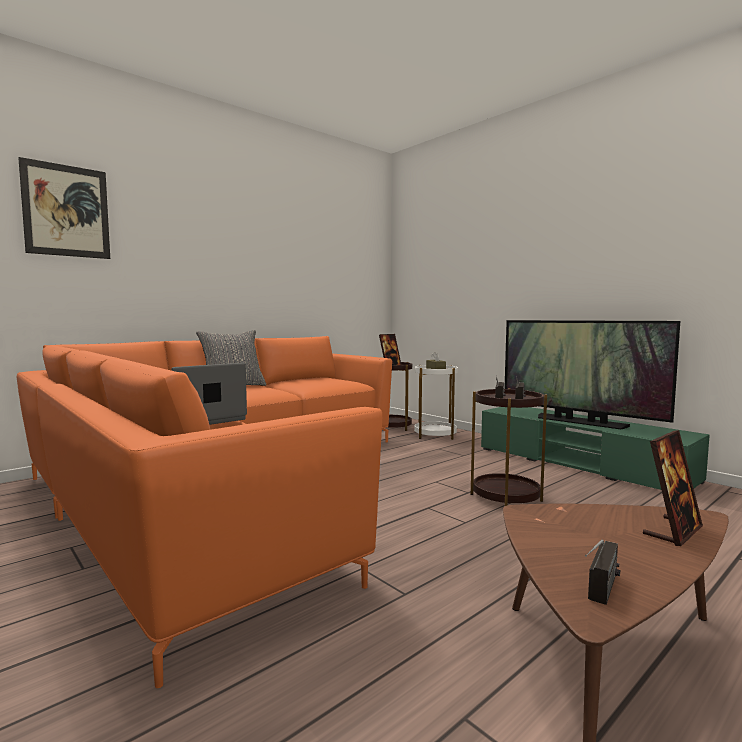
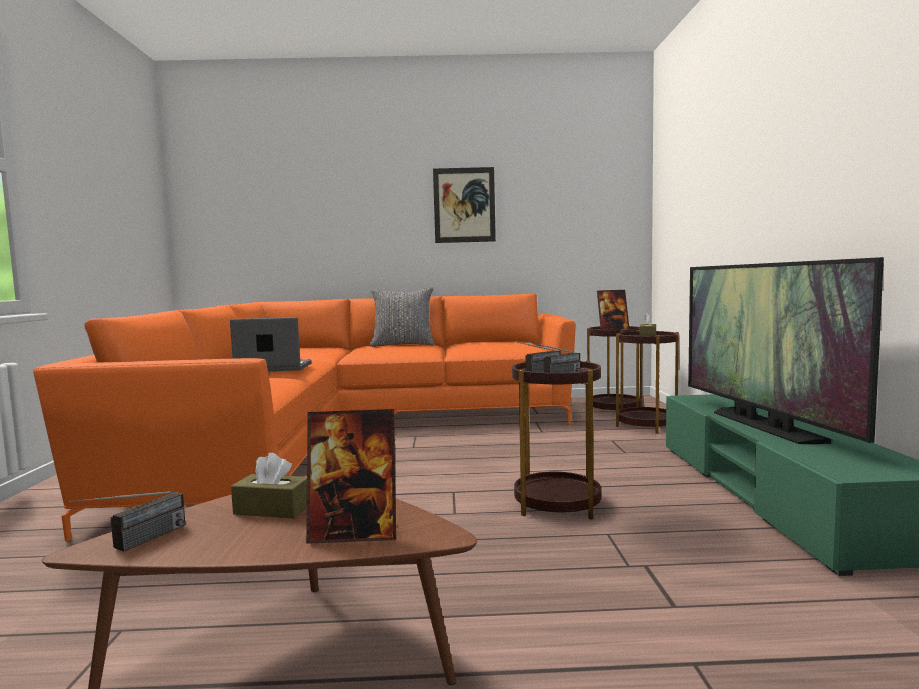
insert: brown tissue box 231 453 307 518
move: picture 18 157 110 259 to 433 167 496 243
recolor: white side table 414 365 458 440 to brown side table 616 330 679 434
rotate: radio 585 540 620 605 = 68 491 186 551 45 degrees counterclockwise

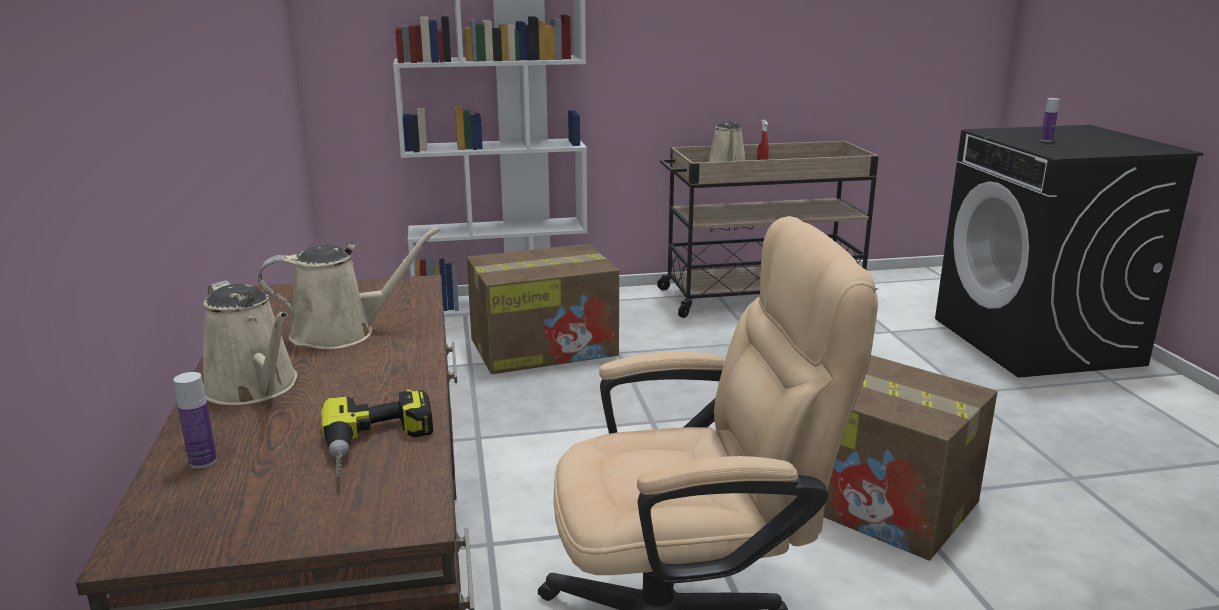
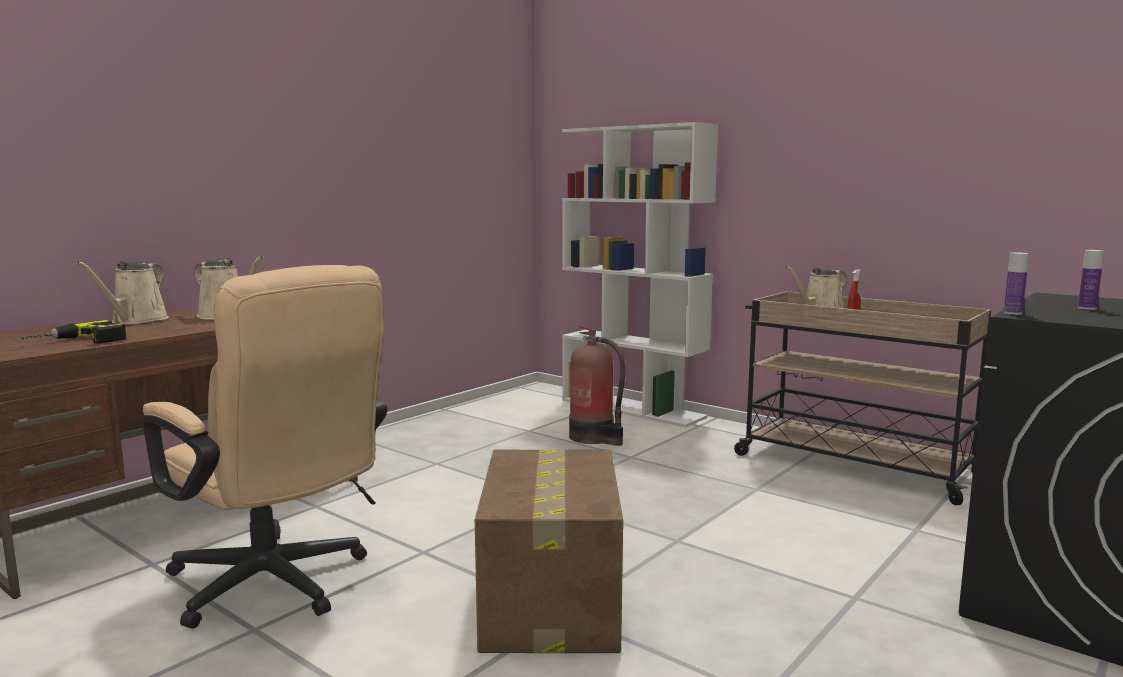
move: bottle 174 372 217 469 to 1003 252 1029 315
replace: cardboard box 467 244 619 374 to fire extinguisher 569 325 626 446

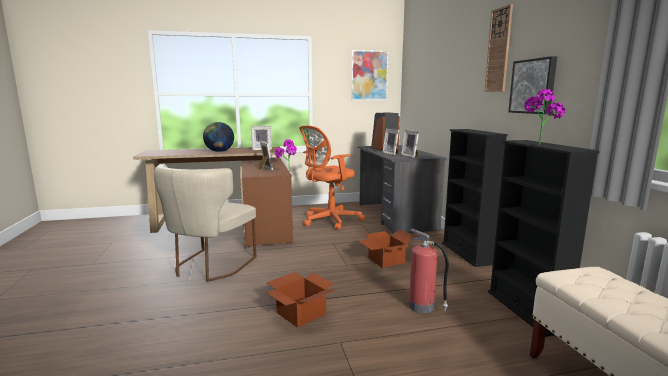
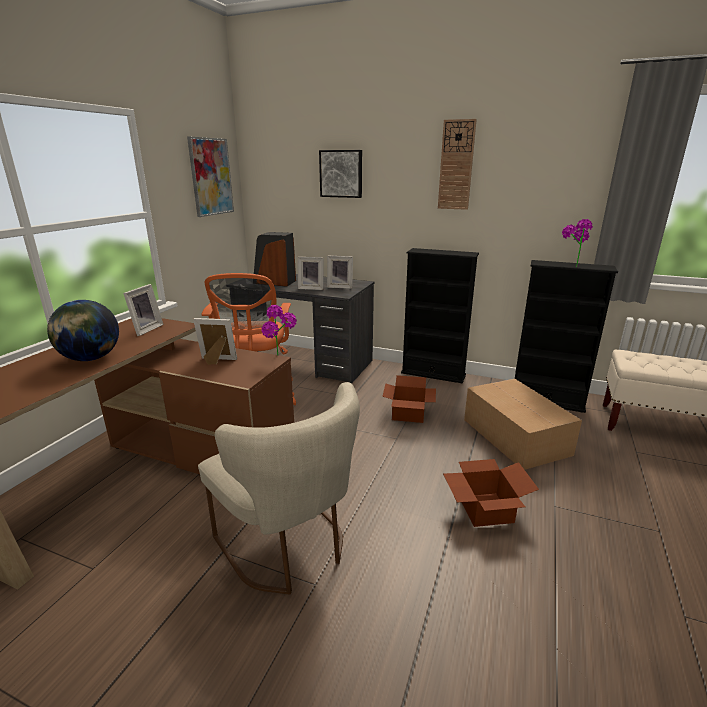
move: picture 508 56 557 114 to 319 150 362 198
replace: fire extinguisher 409 228 449 313 to cardboard box 464 379 582 470

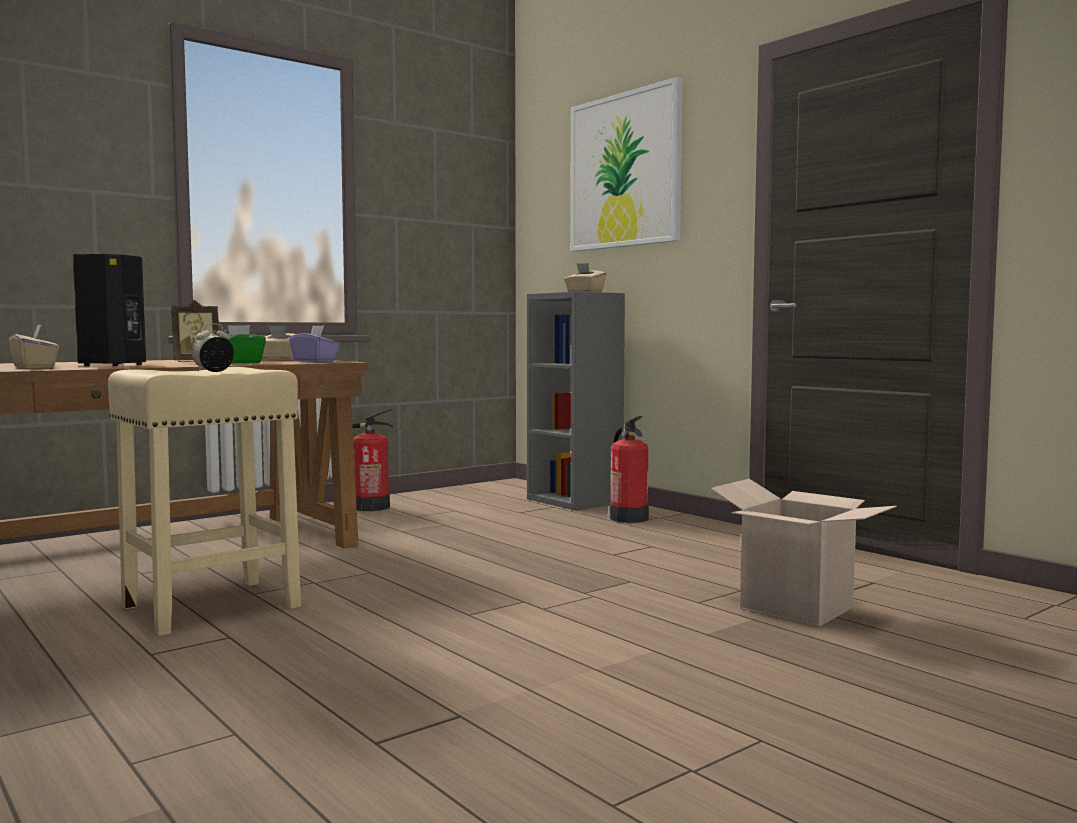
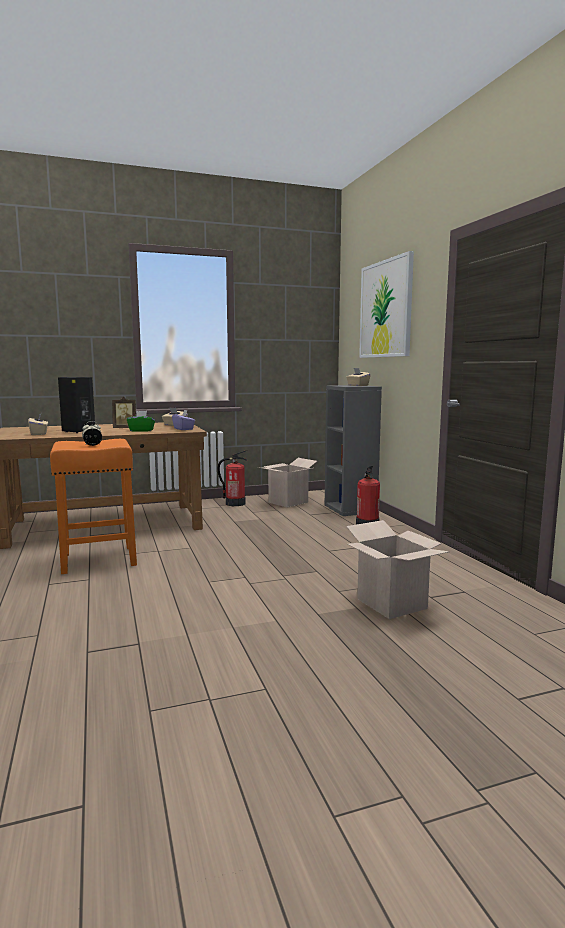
insert: cardboard box 258 458 317 508
recolor: beige stool 108 367 301 636 to orange stool 50 439 137 574

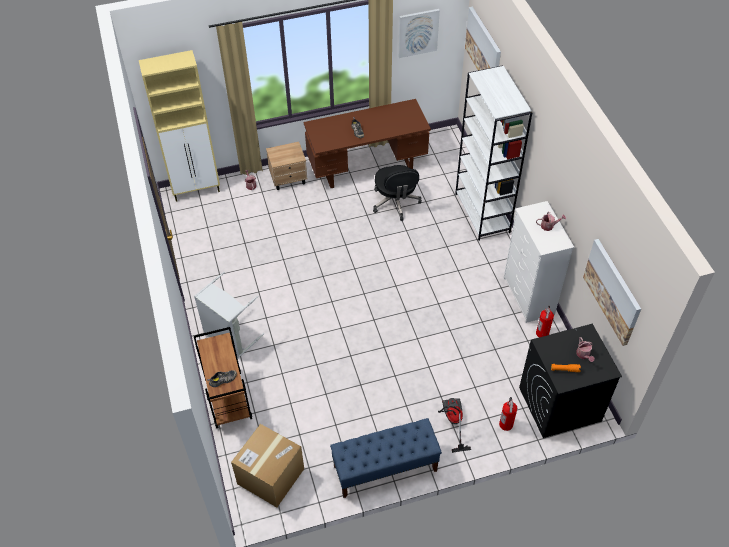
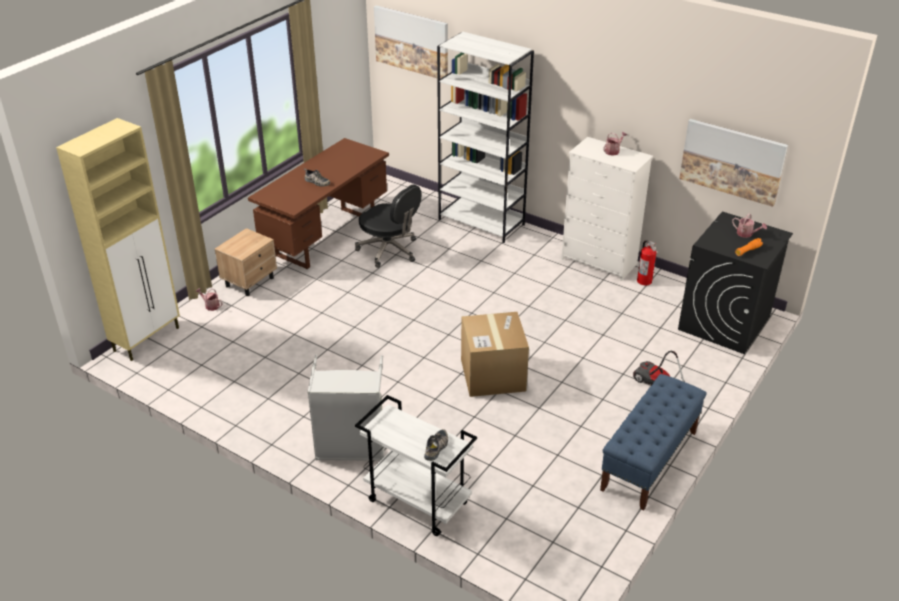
delete: picture 398 9 440 58; fire extinguisher 499 397 517 431
move: cardboard box 231 424 304 507 to 461 312 529 397
recolor: brown cart 194 327 252 428 to white cart 355 395 477 536

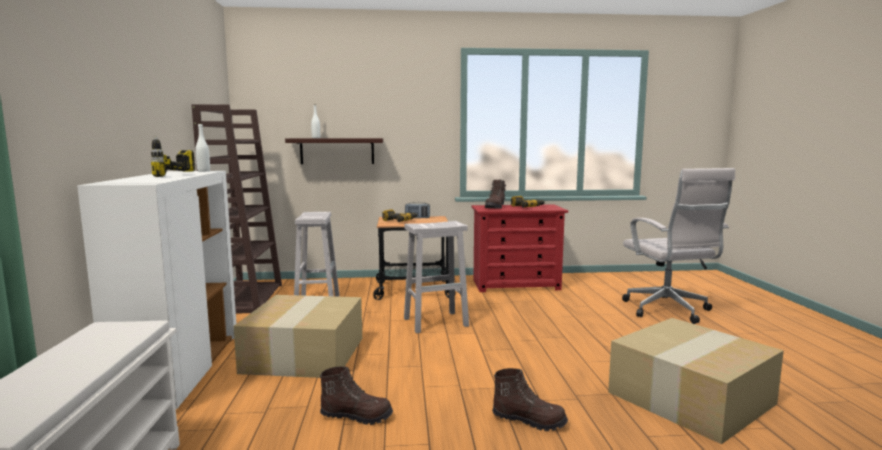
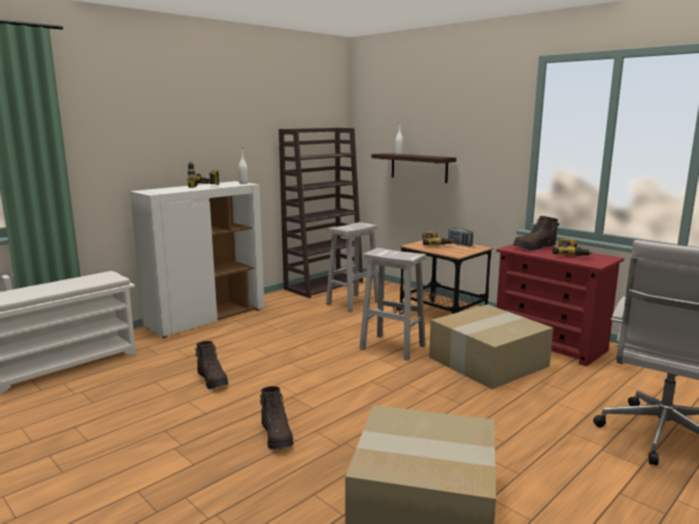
move: cardboard box 233 295 362 378 to 429 304 553 389

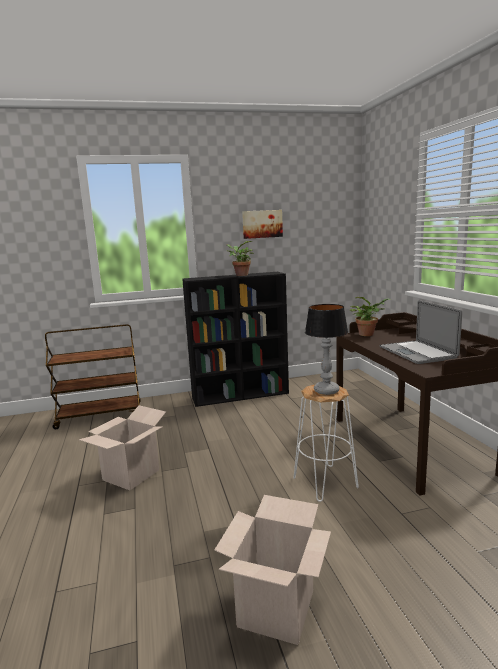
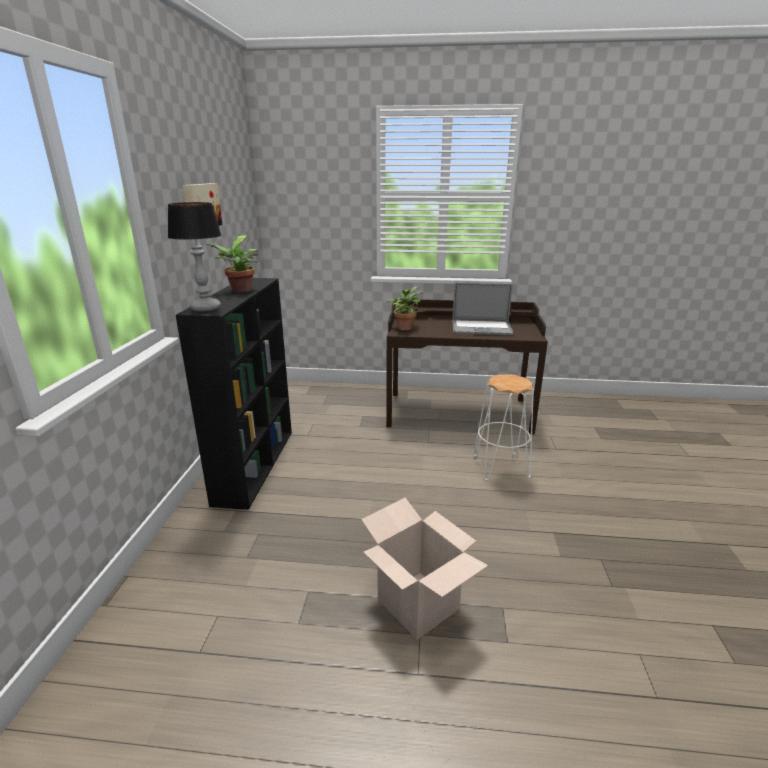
delete: brown cart 45 324 140 429; cardboard box 214 495 331 645
move: table lamp 305 304 348 395 to 168 202 222 312

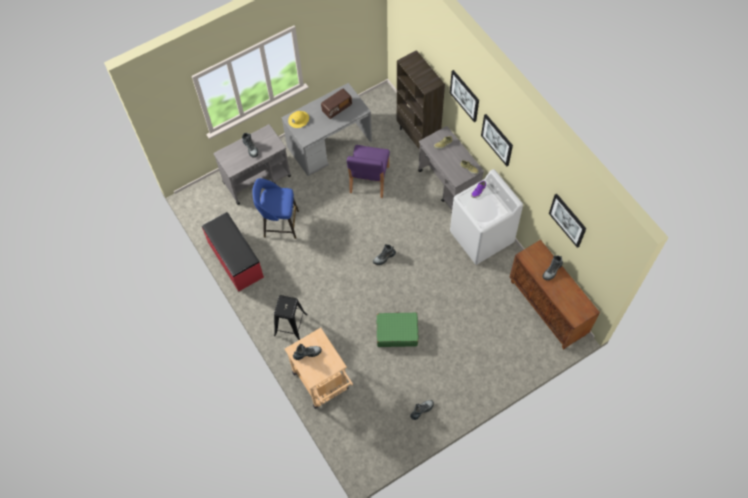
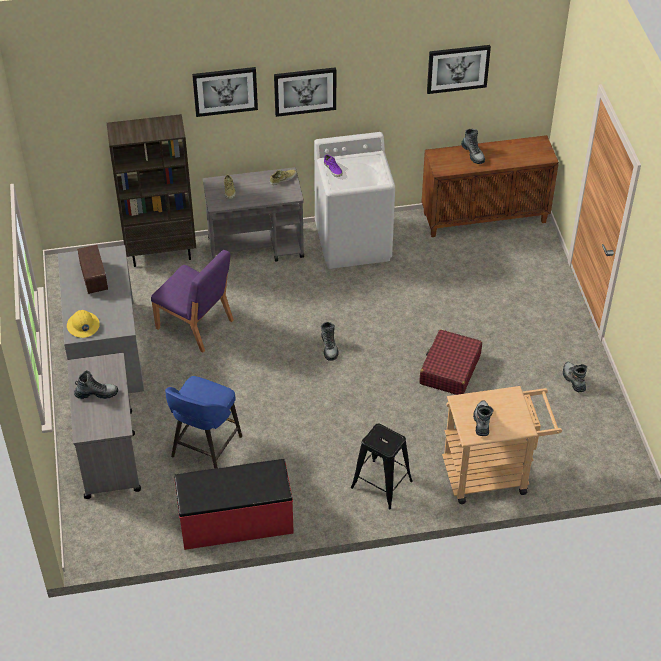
recolor: green suitcase 377 312 418 347 to red suitcase 419 329 482 395

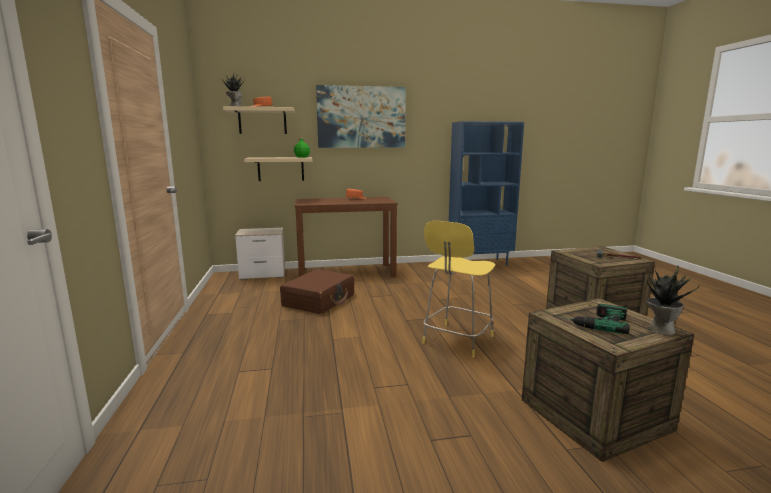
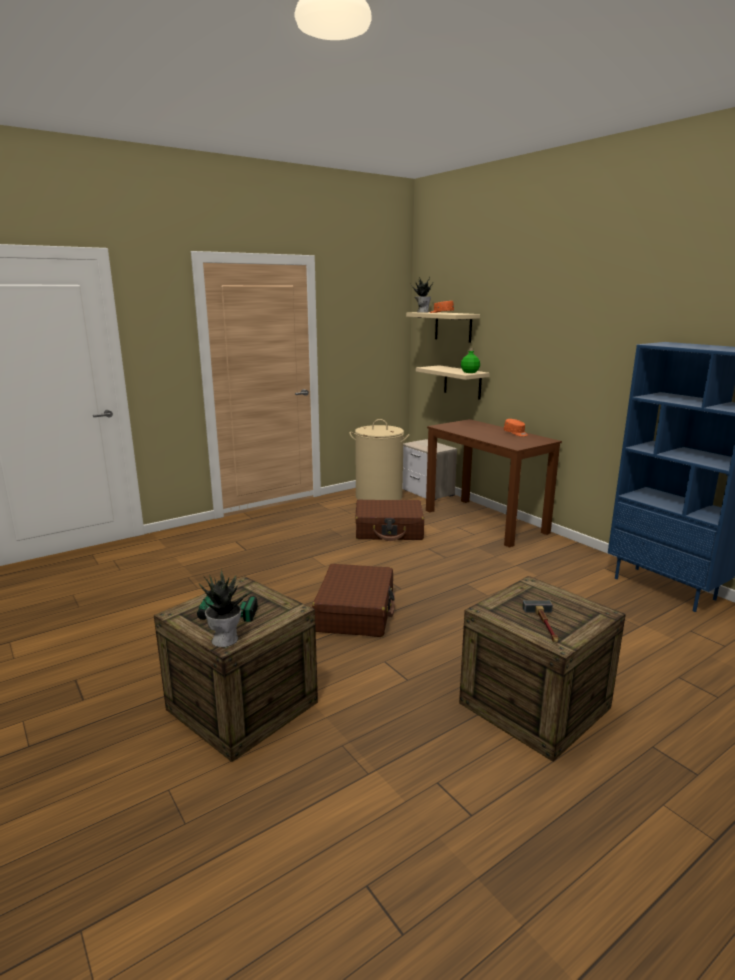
delete: picture 316 85 406 148
insert: beige laundry basket 349 419 409 500
replace: yellow stool 422 221 495 358 to brown suitcase 312 564 395 637

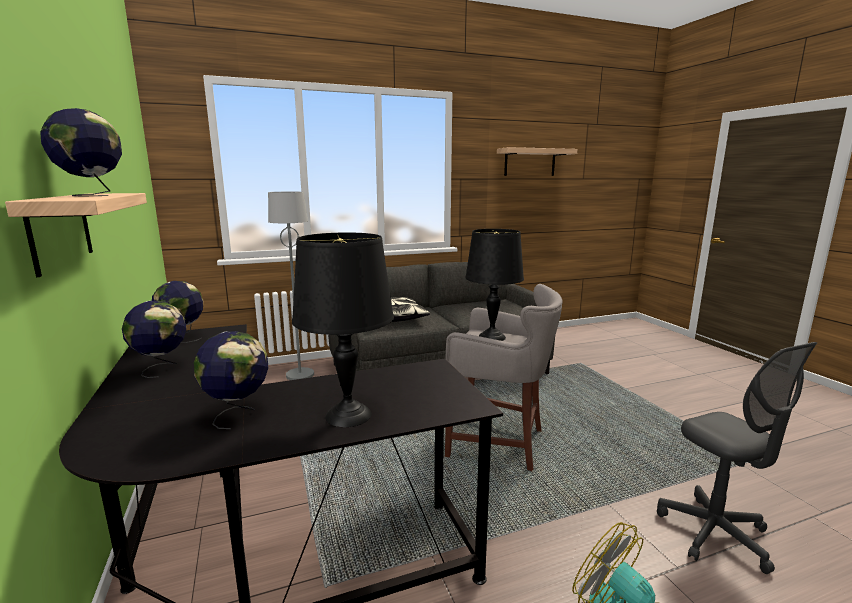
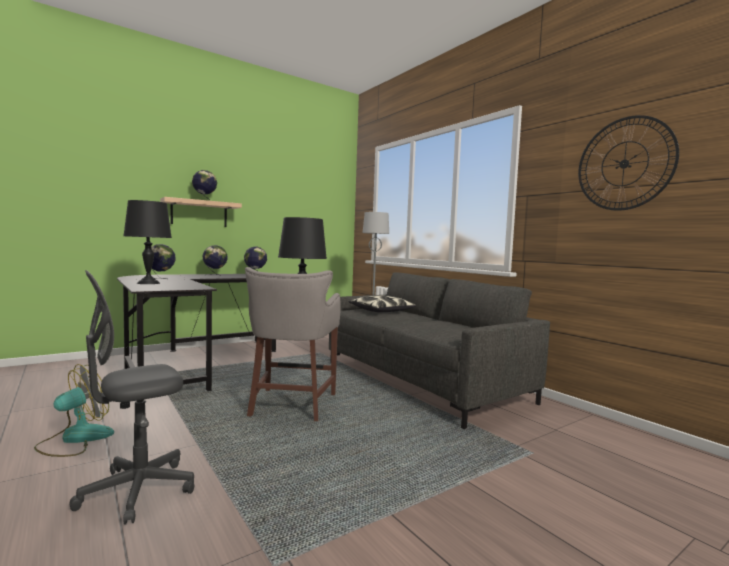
replace: shelf 497 147 577 176 to wall clock 578 115 679 211

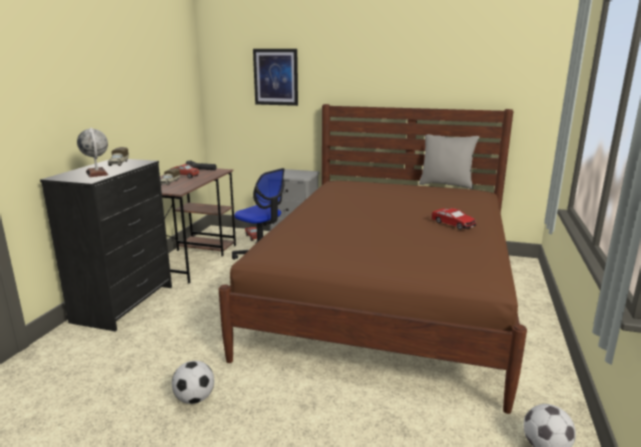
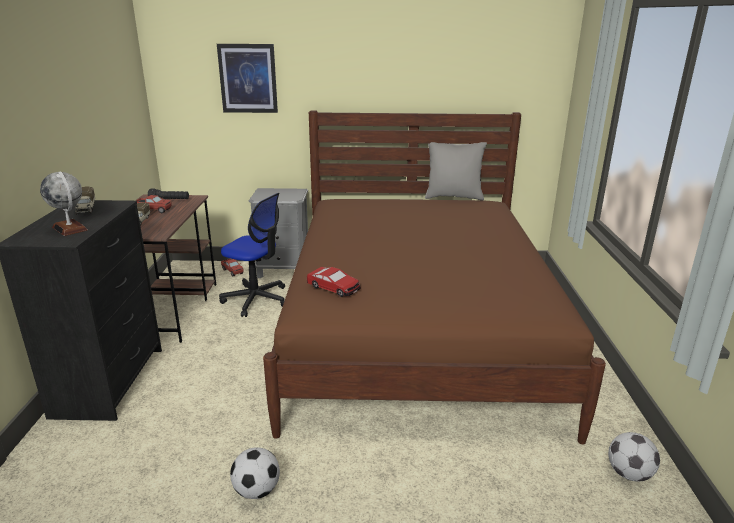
move: toy car 431 208 476 230 to 307 267 361 297

